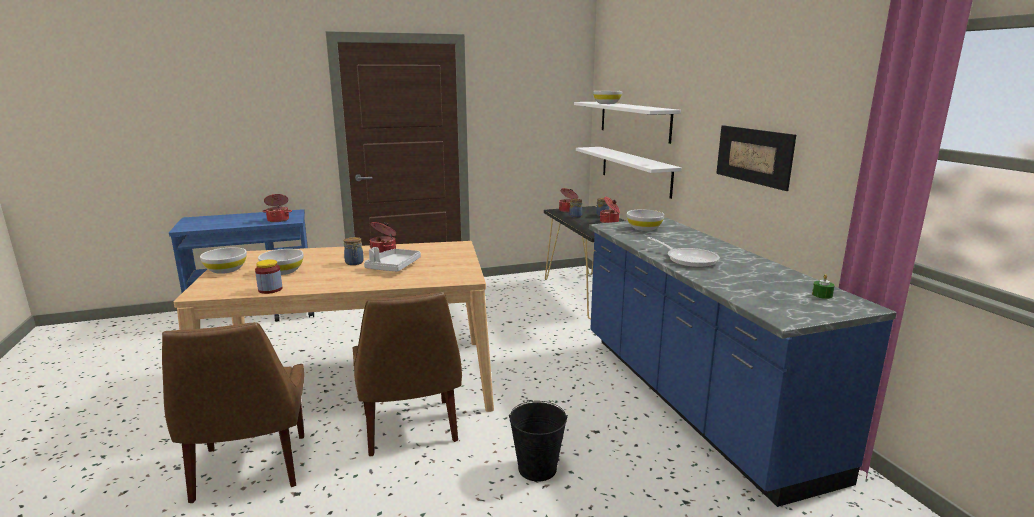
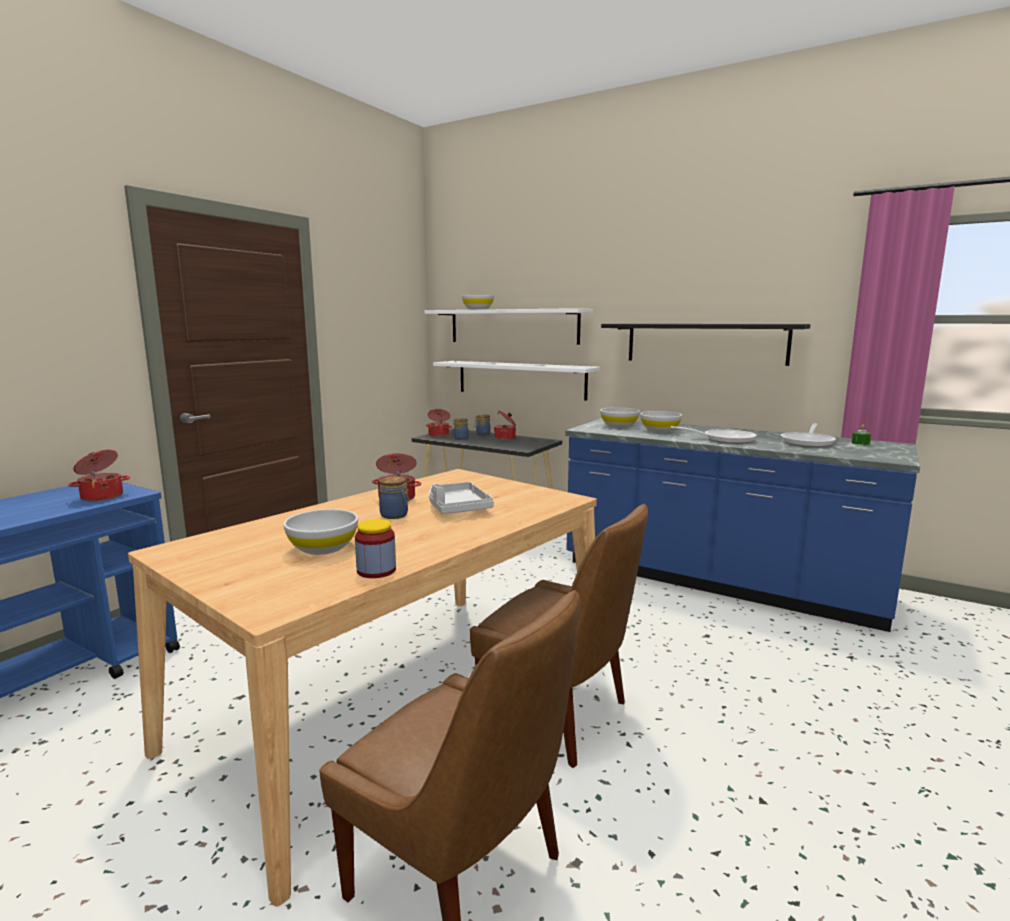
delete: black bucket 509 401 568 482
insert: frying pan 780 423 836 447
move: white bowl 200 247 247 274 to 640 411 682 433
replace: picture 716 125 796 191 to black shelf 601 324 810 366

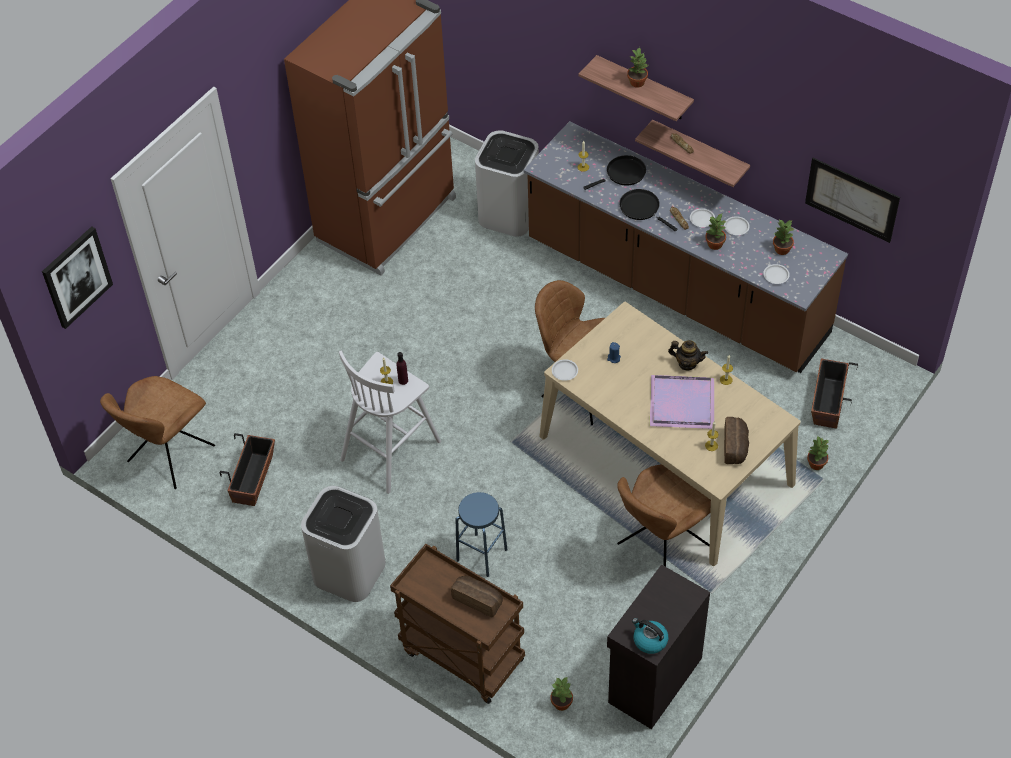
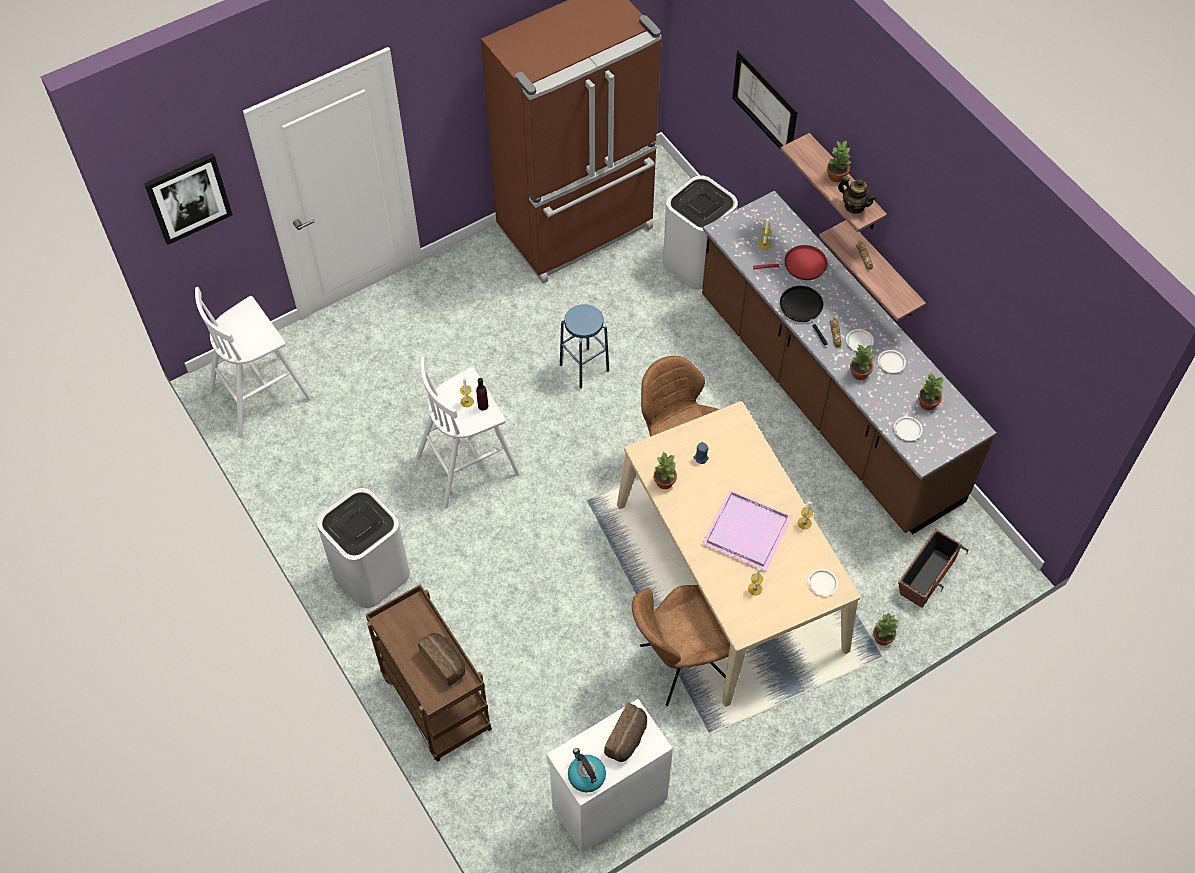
delete: planter 220 433 275 506
move: blue stool 456 492 508 577 to 560 304 609 389; potted plant 550 677 573 711 to 654 452 677 489; white plate 552 359 578 381 to 808 569 838 596; teapot 668 340 708 370 to 838 176 876 213; bread 724 417 749 464 to 604 703 647 762; picture 805 158 900 243 to 732 50 798 149
replace: brown chair 100 376 215 489 to white stool 195 287 311 438
recolor: black frying pan 583 155 646 190 to red frying pan 753 245 828 280; black cabinet 607 564 710 729 to white cabinet 546 699 673 853

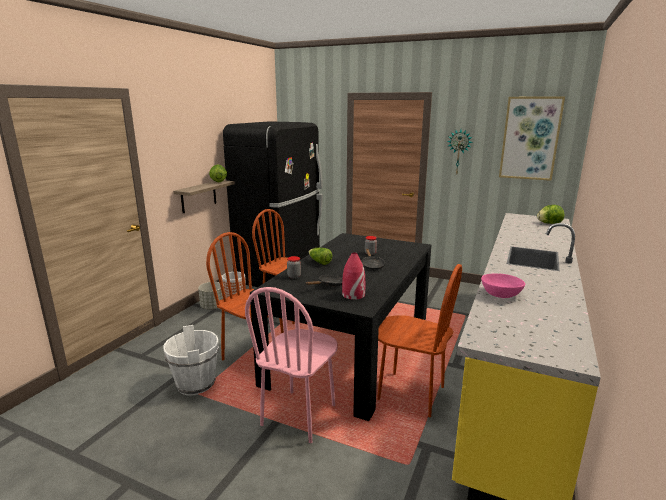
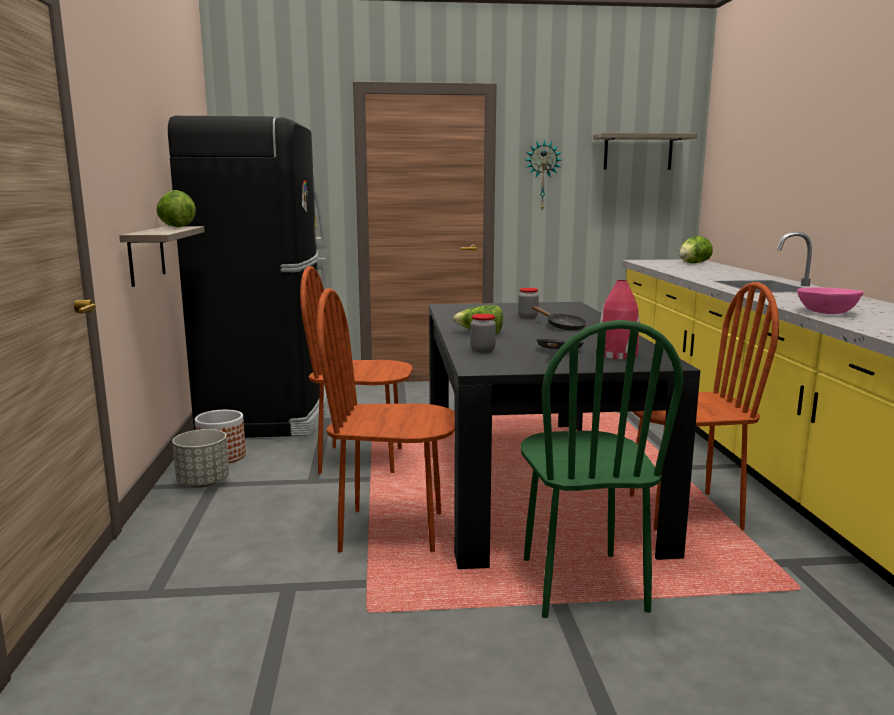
delete: white bucket 163 325 219 395
replace: picture 499 96 565 181 to shelf 593 133 697 170
recolor: pink chair 245 287 338 443 to green chair 520 320 683 618

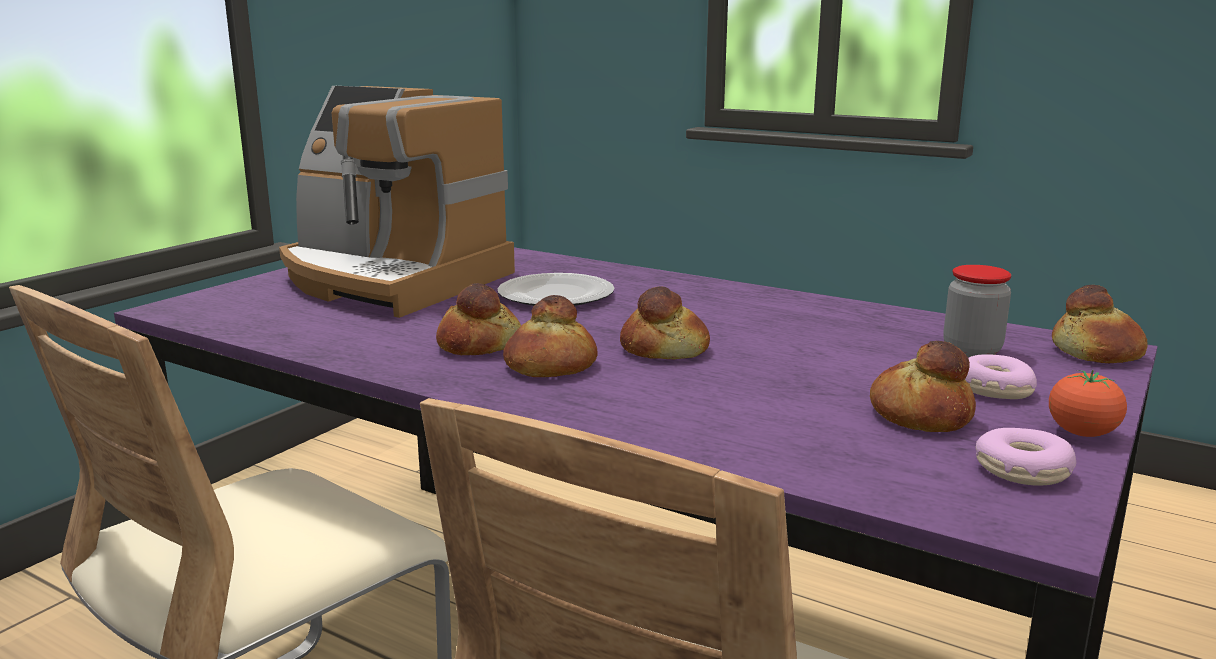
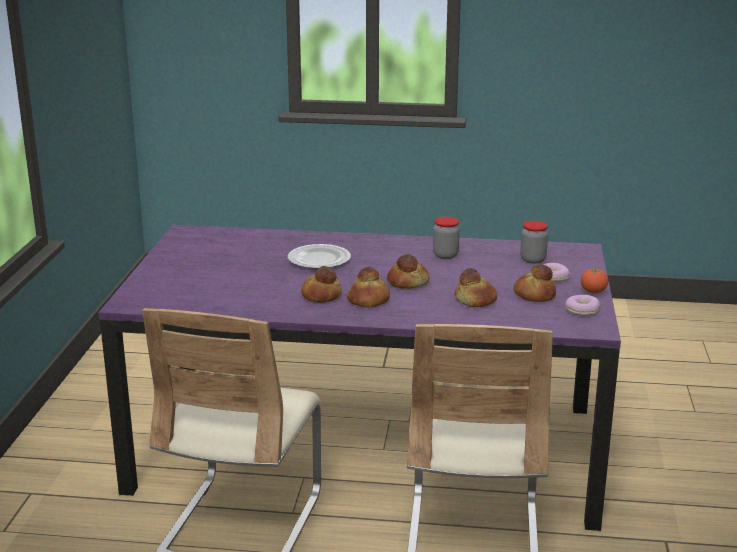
delete: coffee machine 279 86 515 318
insert: jar 433 217 460 259
move: bread 1052 285 1148 363 to 455 268 497 307

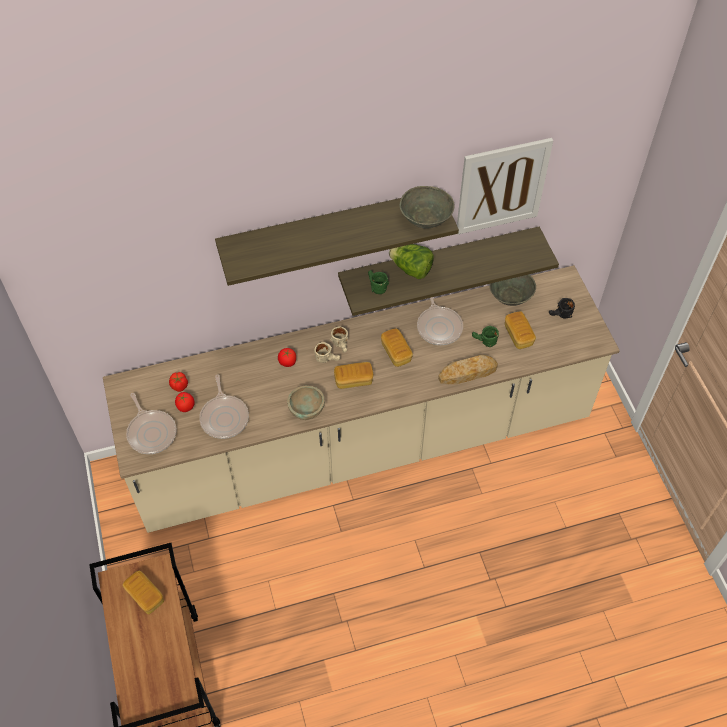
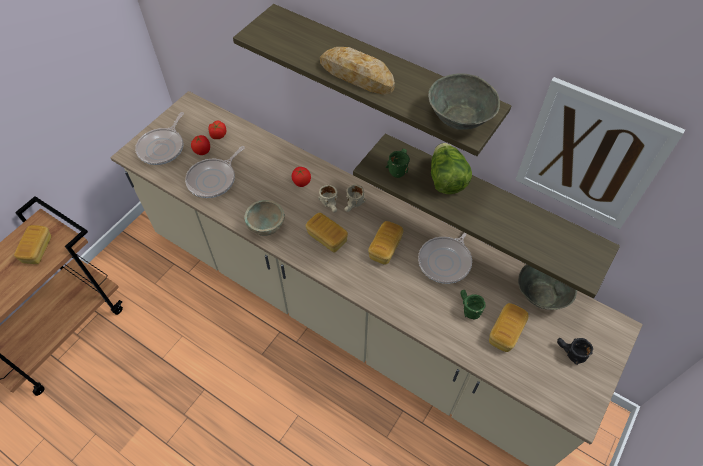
move: bread 438 355 498 384 to 320 47 395 95

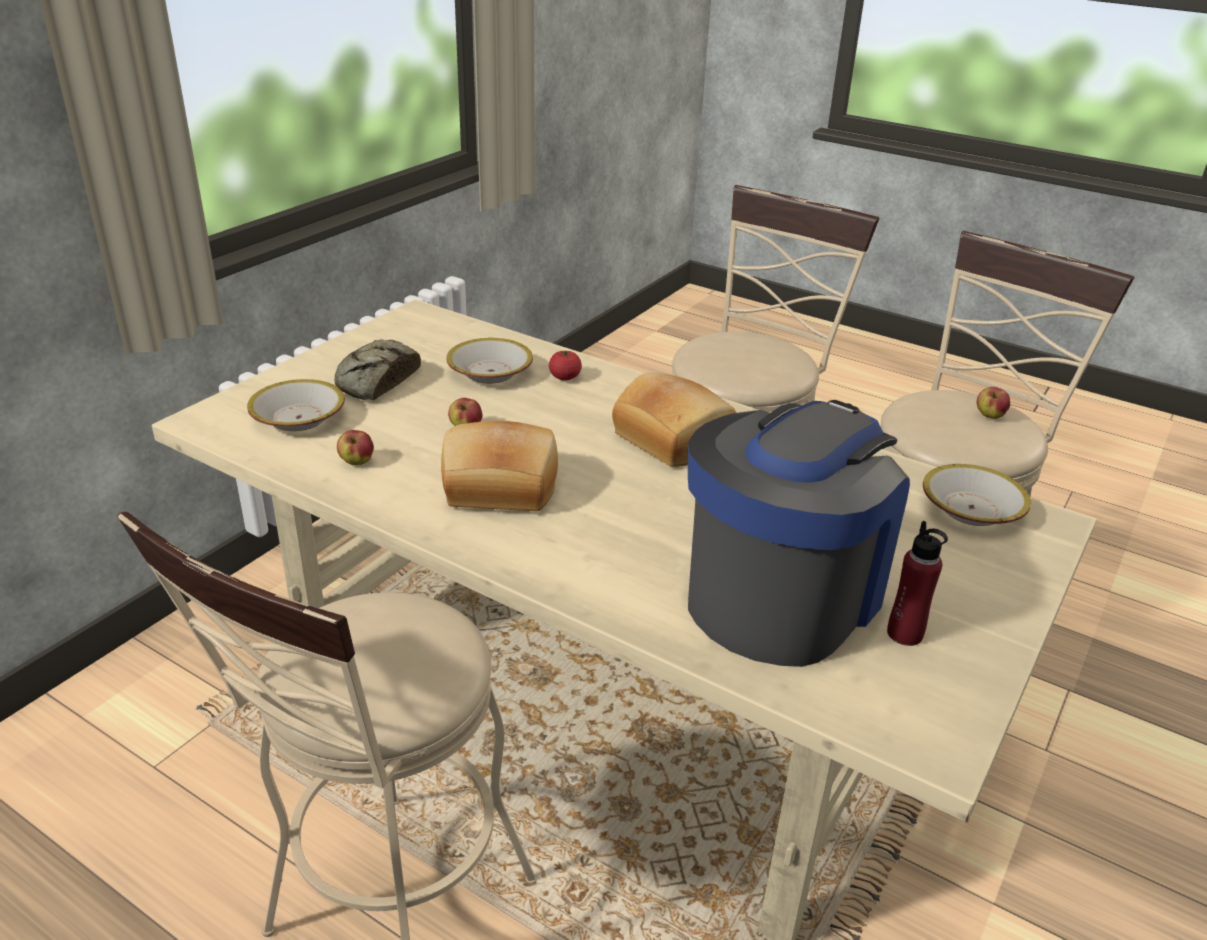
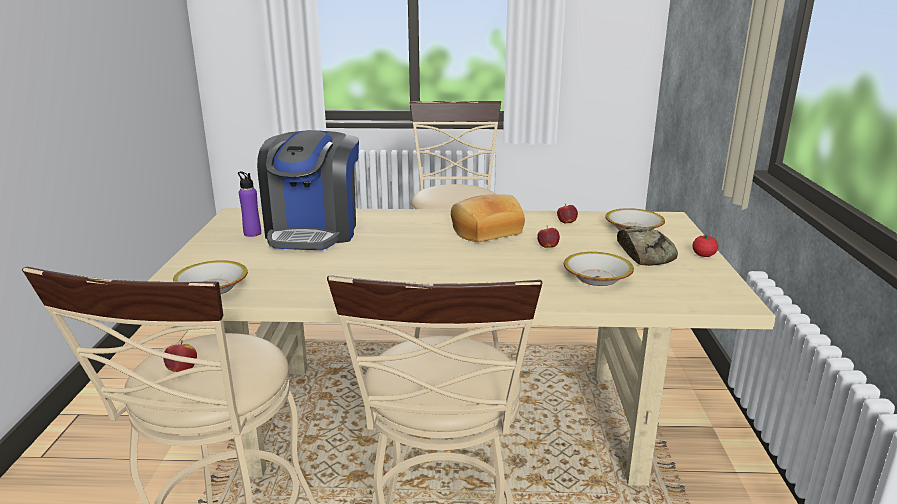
delete: bread 612 372 736 467
move: tomato 549 351 582 381 to 692 234 718 257
recolor: red bottle 887 521 948 646 to purple bottle 238 171 261 237

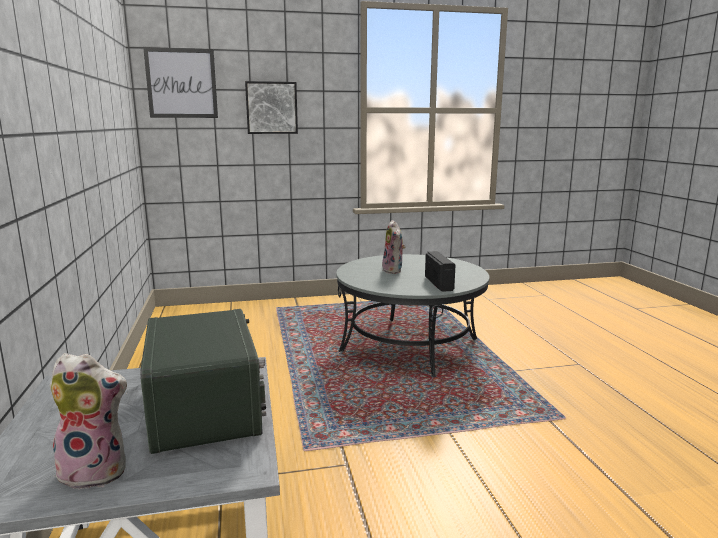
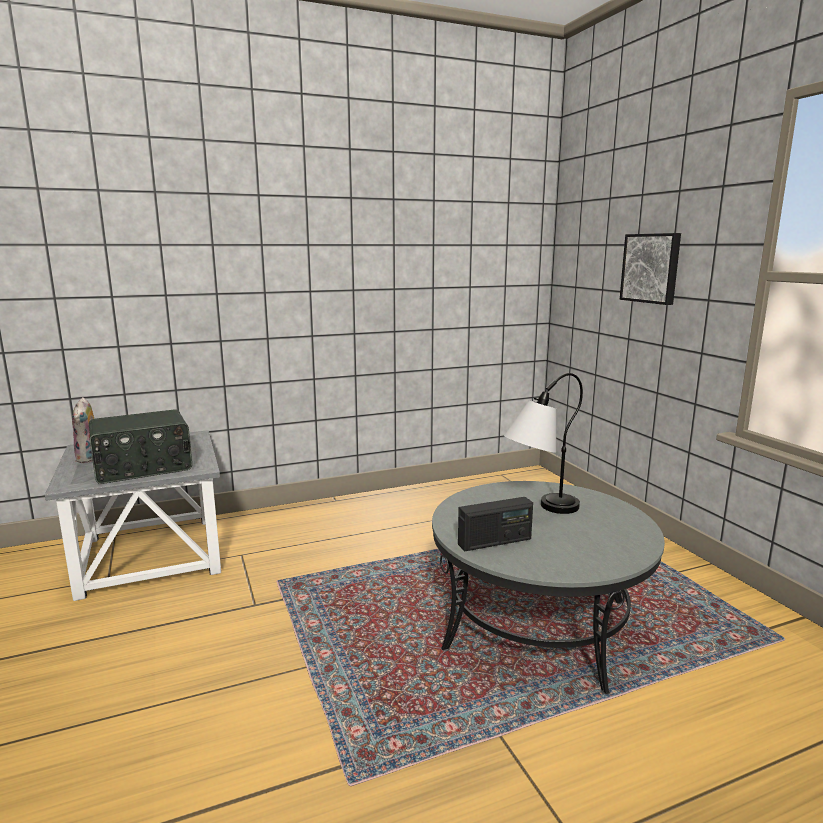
delete: picture 143 47 218 118
replace: plush toy 382 220 405 274 to table lamp 504 373 583 514

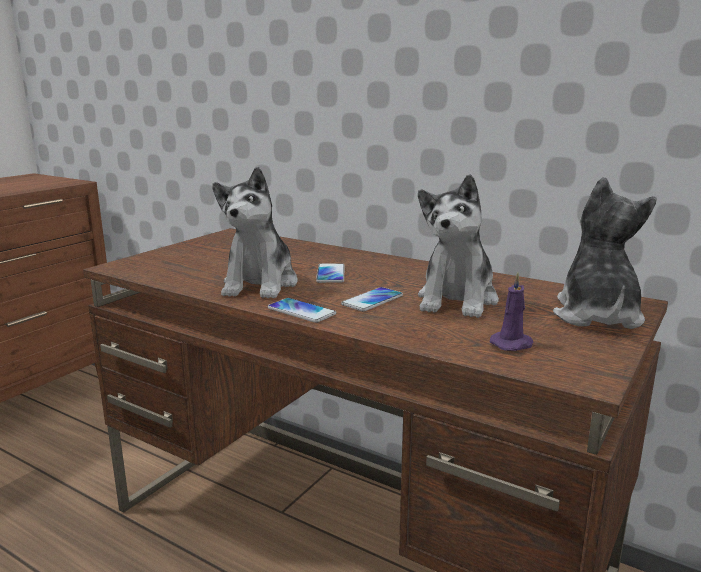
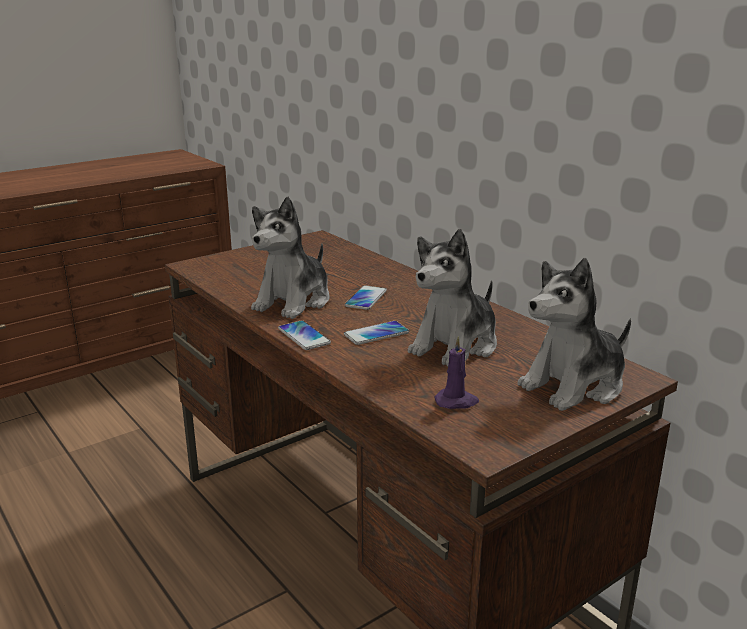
rotate: plush toy 553 177 657 329 = 518 258 631 411 150 degrees counterclockwise

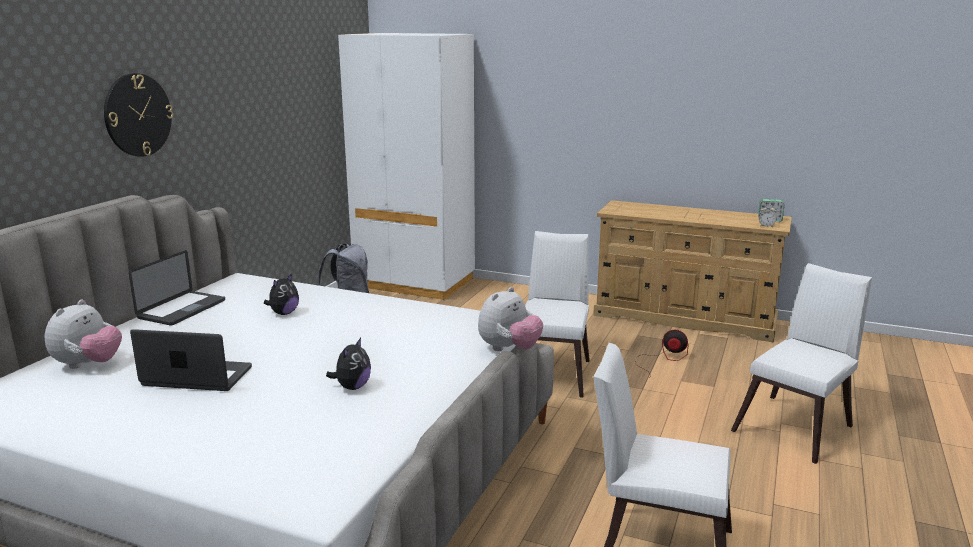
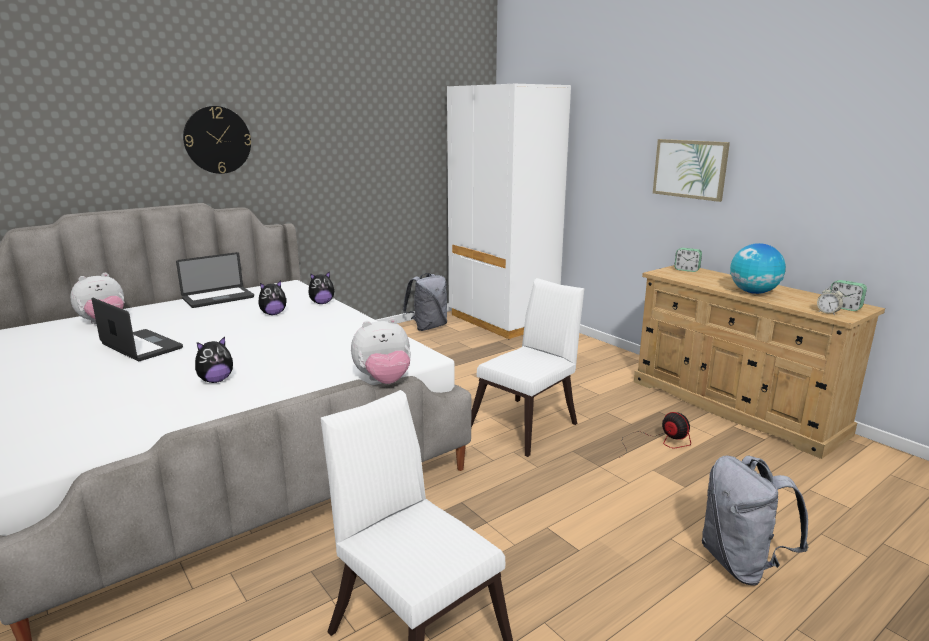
insert: plush toy 308 271 334 304; picture 653 139 730 202; alarm clock 674 248 702 272; globe 730 243 786 294
replace: white chair 731 263 872 464 to grey backpack 702 456 808 586

